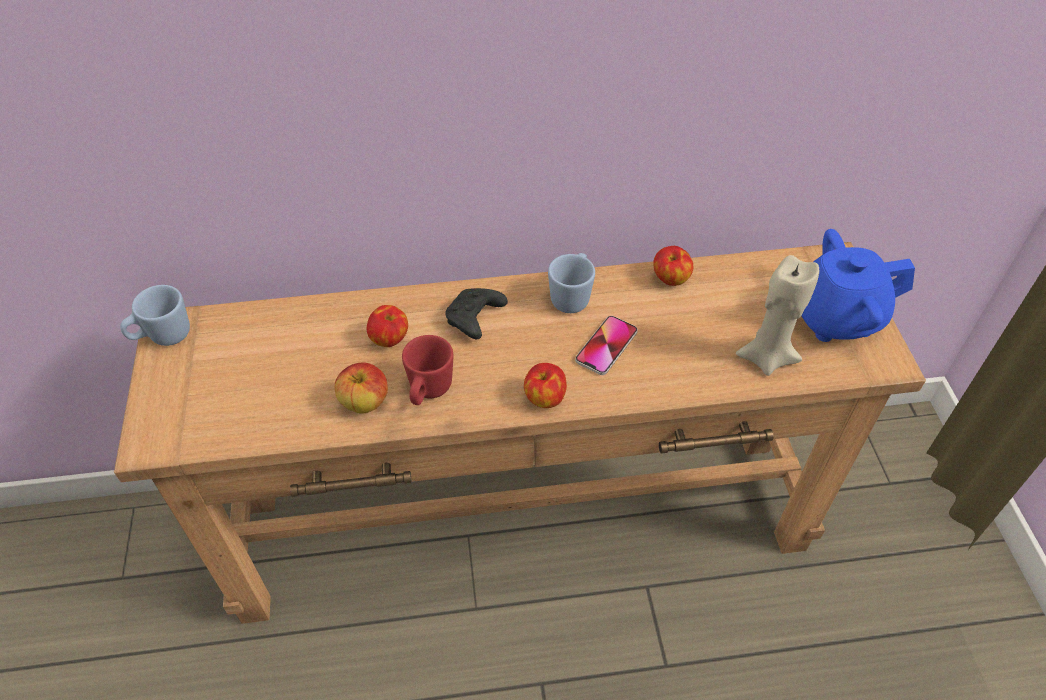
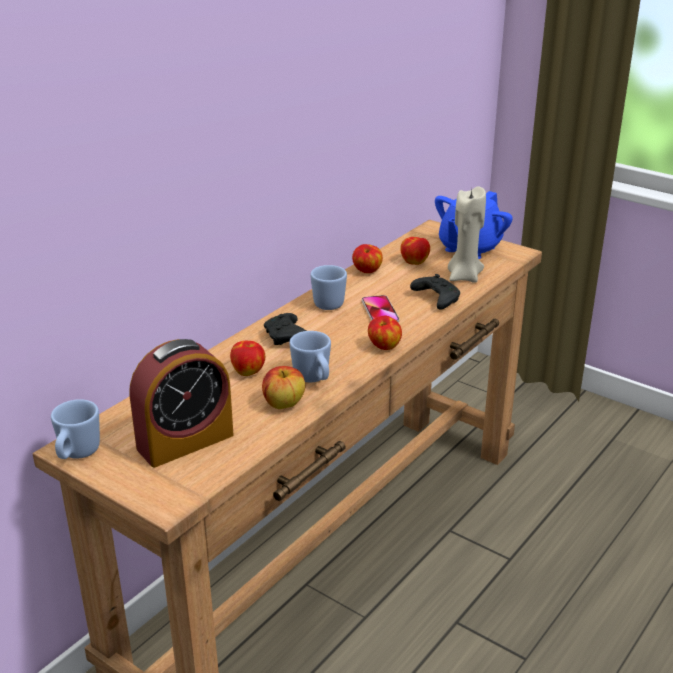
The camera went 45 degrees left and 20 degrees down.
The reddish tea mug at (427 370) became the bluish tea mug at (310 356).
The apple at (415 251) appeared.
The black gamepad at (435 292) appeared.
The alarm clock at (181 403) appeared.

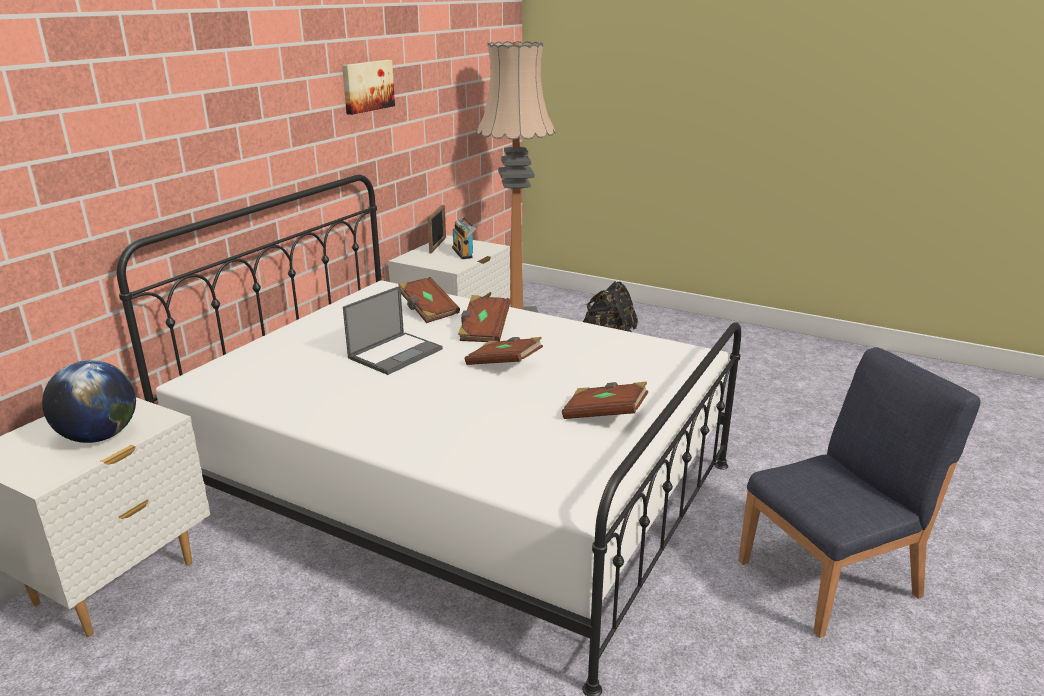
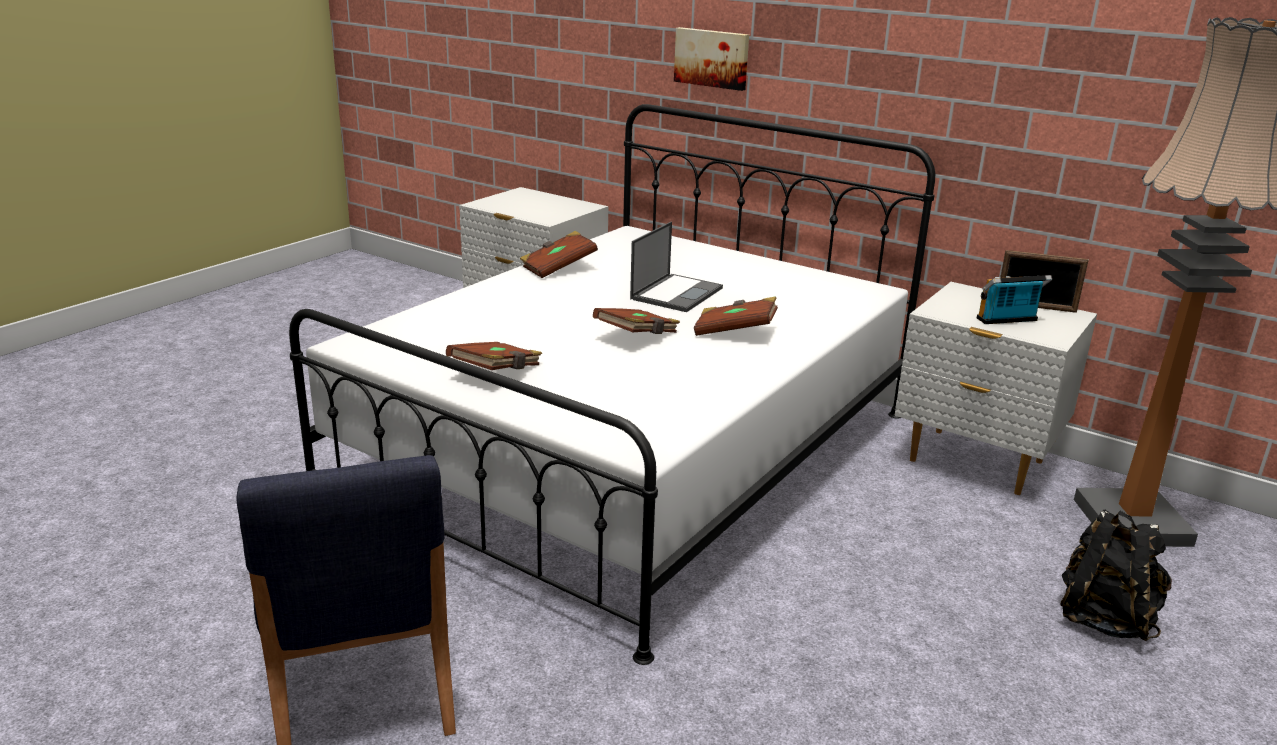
The camera went 95 degrees right and 0 degrees up.
The wall art moved from (368 87) to (711 59).
The brown bound book moved from (429 300) to (559 254).
The portable computer at (393 330) turned 105 degrees counterclockwise.
The world globe at (89 401) disappeared.

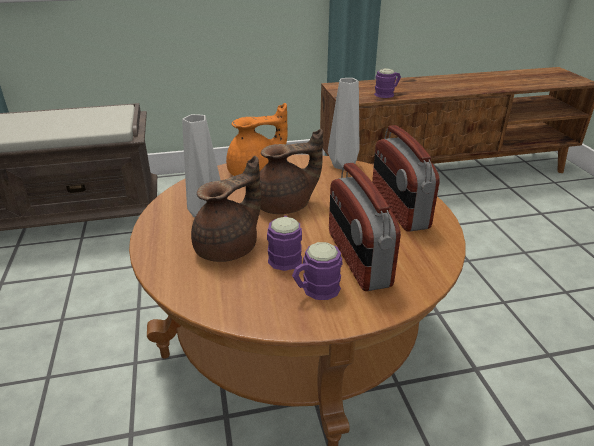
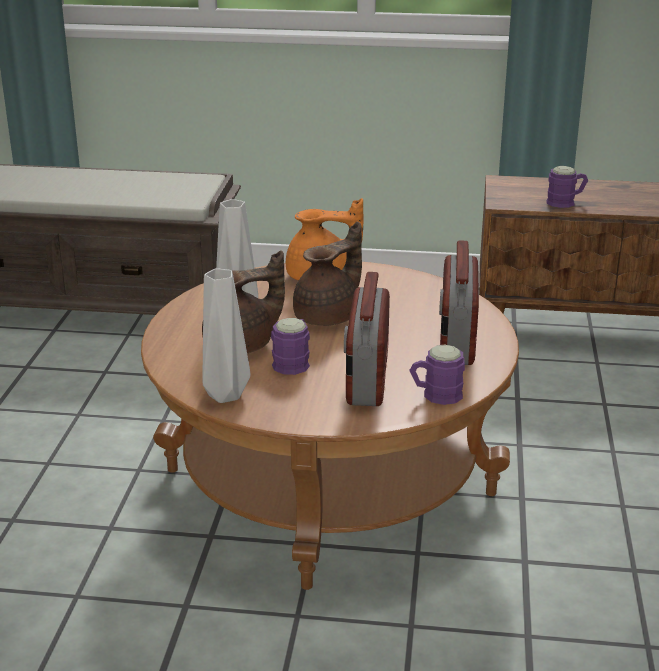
The camera went 20 degrees right and 5 degrees down.
The gray vase moved from (343 124) to (226 335).
The brown tea pot at (291 171) turned 45 degrees counterclockwise.
The purple tea mug moved from (317 271) to (437 374).

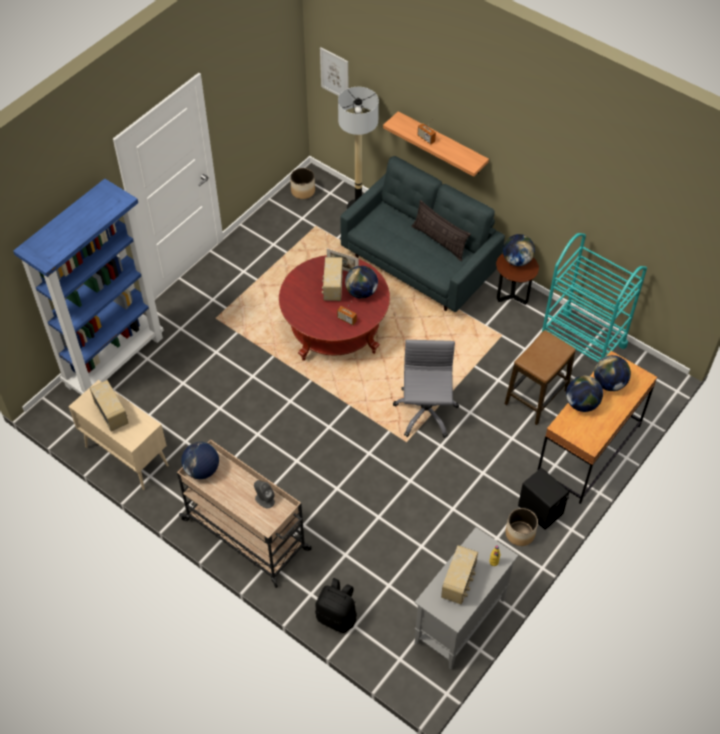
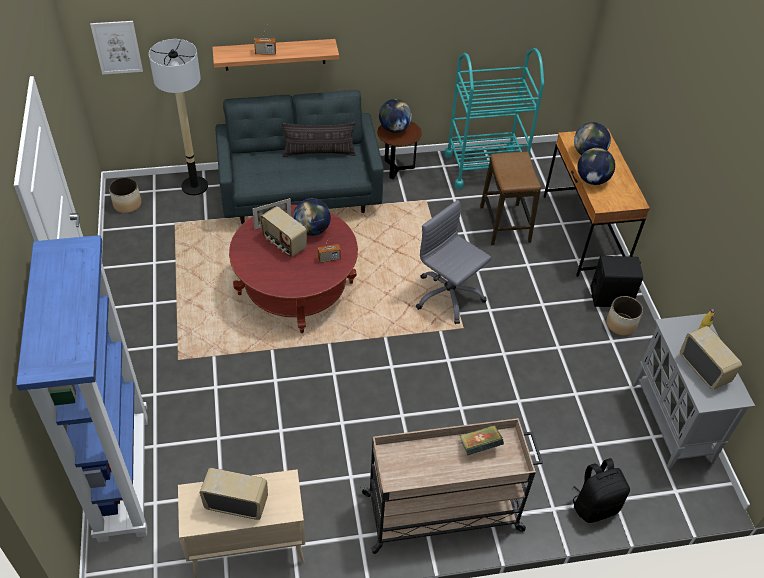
The camera went 50 degrees left and 5 degrees down.
The world globe at (200 460) disappeared.
The gray audio speaker at (264 494) was replaced by the bound book at (482 440).

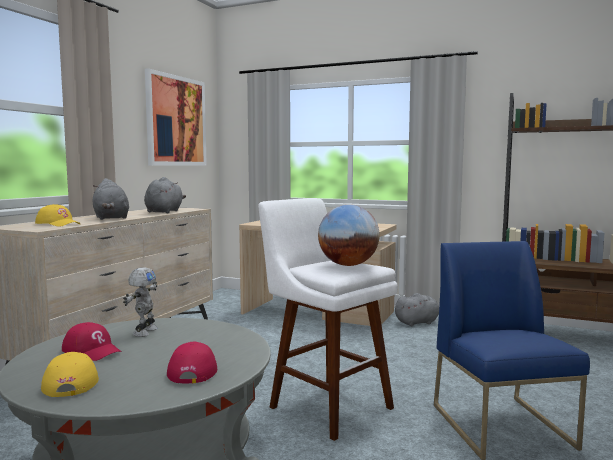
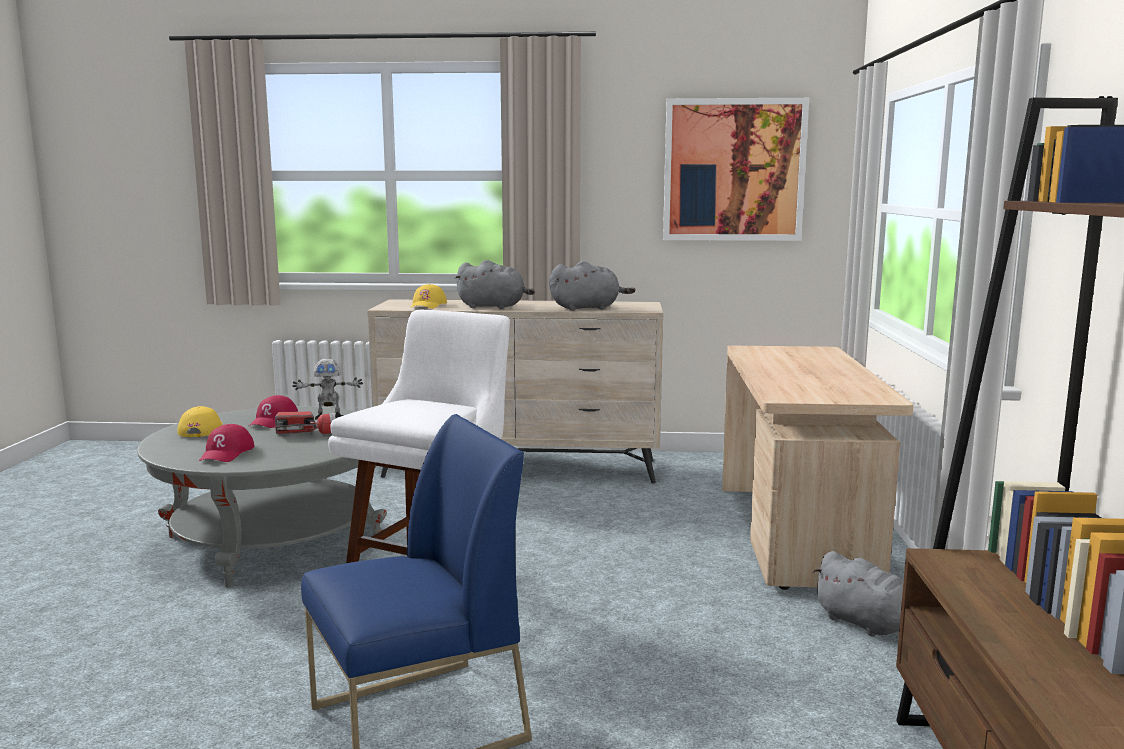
The camera went 70 degrees right and 5 degrees up.
The gray soft toy at (111 199) turned 120 degrees counterclockwise.
The world globe at (349 235) disappeared.
The reddish baseball cap at (192 362) turned 120 degrees clockwise.
The yellow baseball cap at (70 374) turned 60 degrees counterclockwise.
The hand torch at (305 422) appeared.

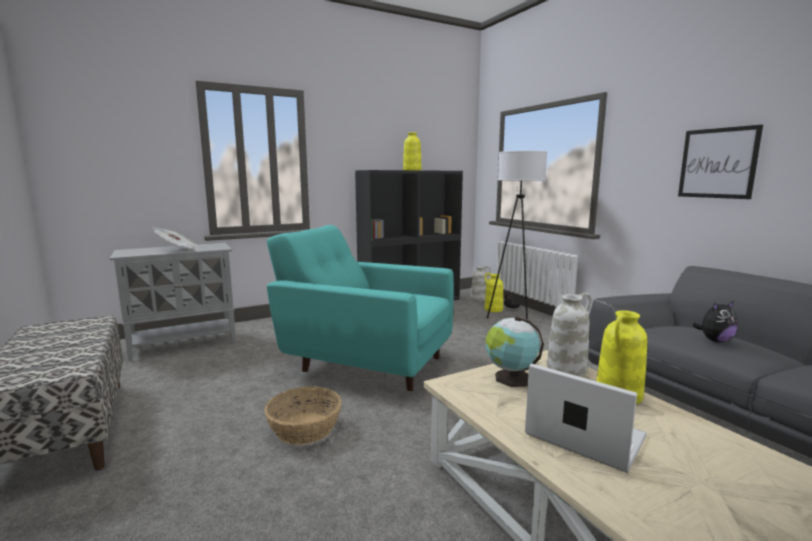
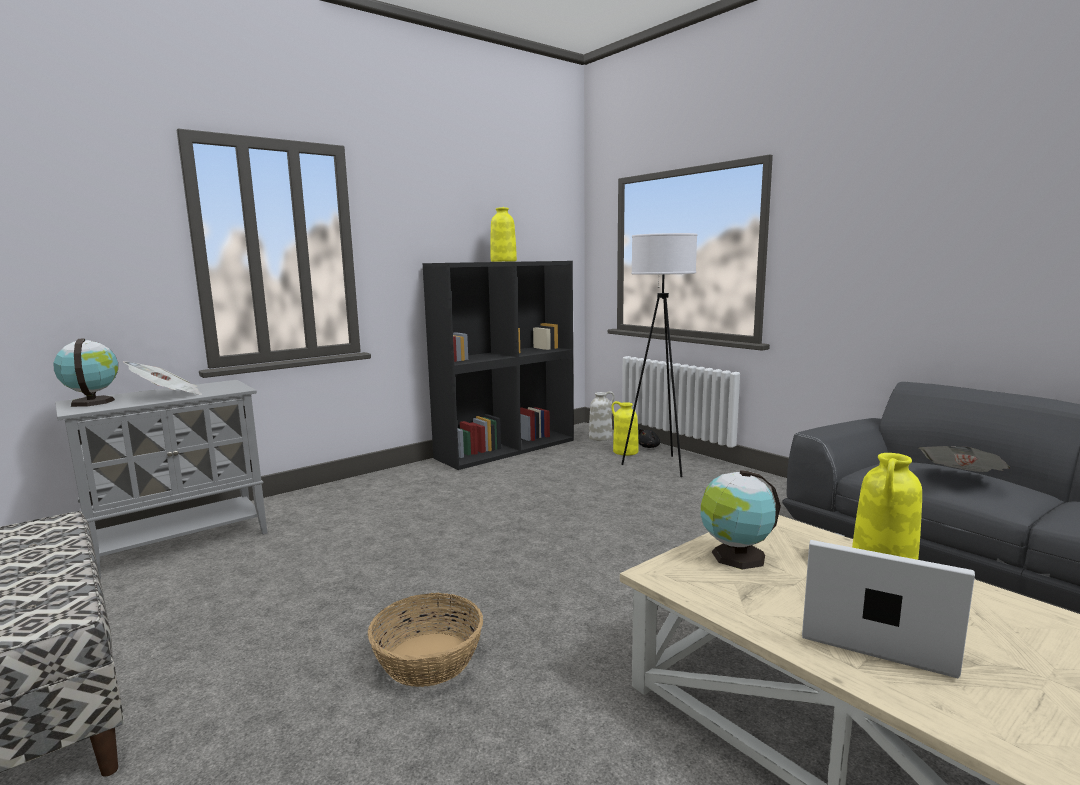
The camera went 10 degrees left and 0 degrees up.
The wall art at (720 162) disappeared.
The blue-green lounge chair at (360 308) disappeared.
The whitish vase at (569 334) disappeared.
The soft toy at (715 321) was replaced by the printed paper at (964 459).
The world globe at (86 372) appeared.

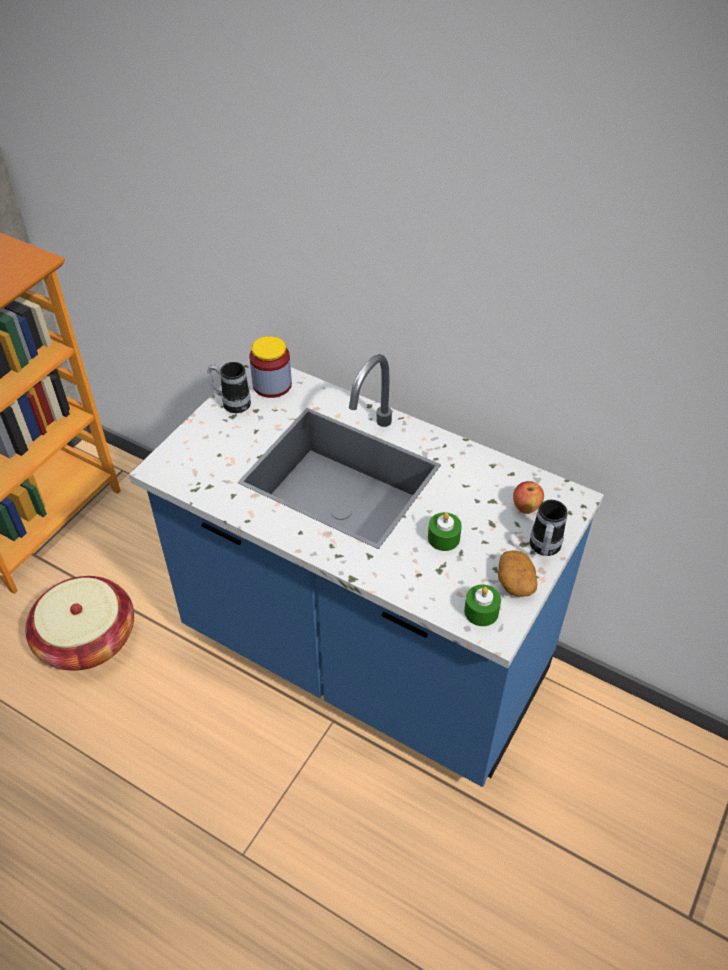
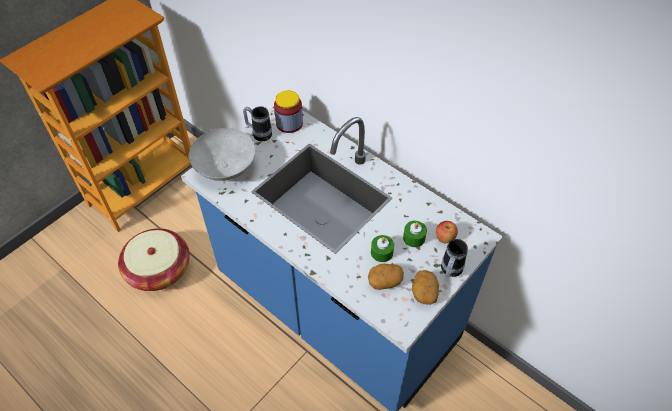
The camera went 10 degrees right and 5 degrees up.
The greenish wax light moved from (482 605) to (415 234).
The gray bowl at (222 154) appeared.
The whole potato at (386 277) appeared.

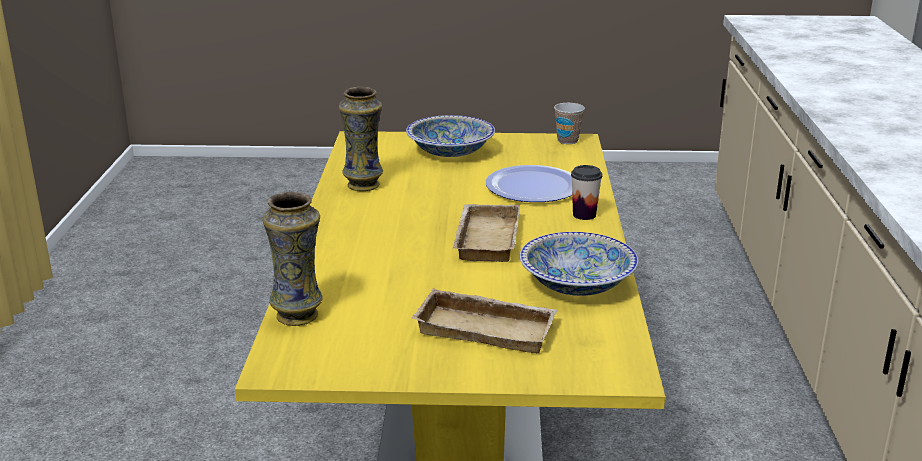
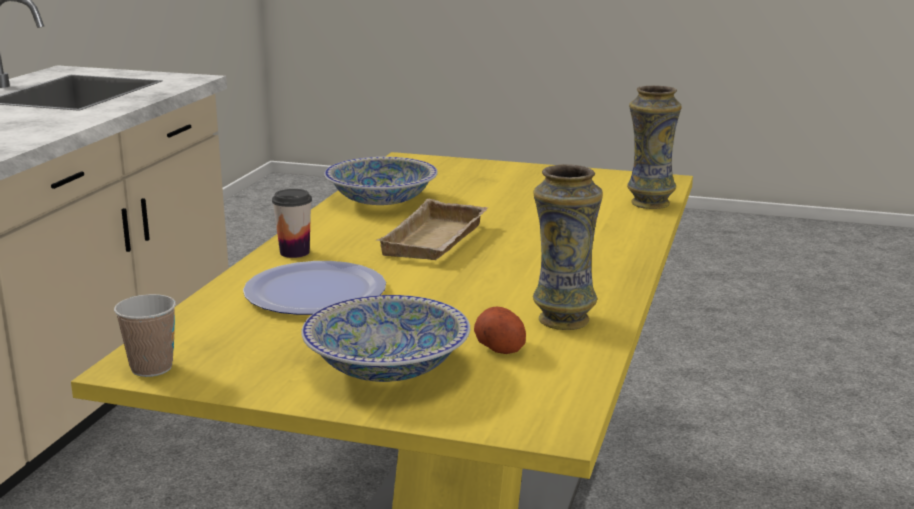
The camera went 165 degrees left and 5 degrees down.
The sand-coloured carrying tray at (485 321) disappeared.
The whole potato at (500 330) appeared.

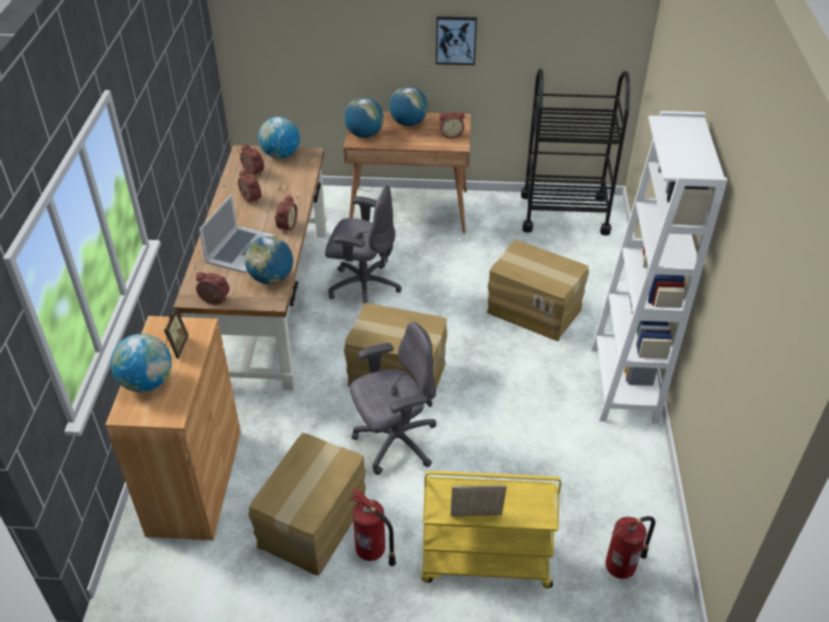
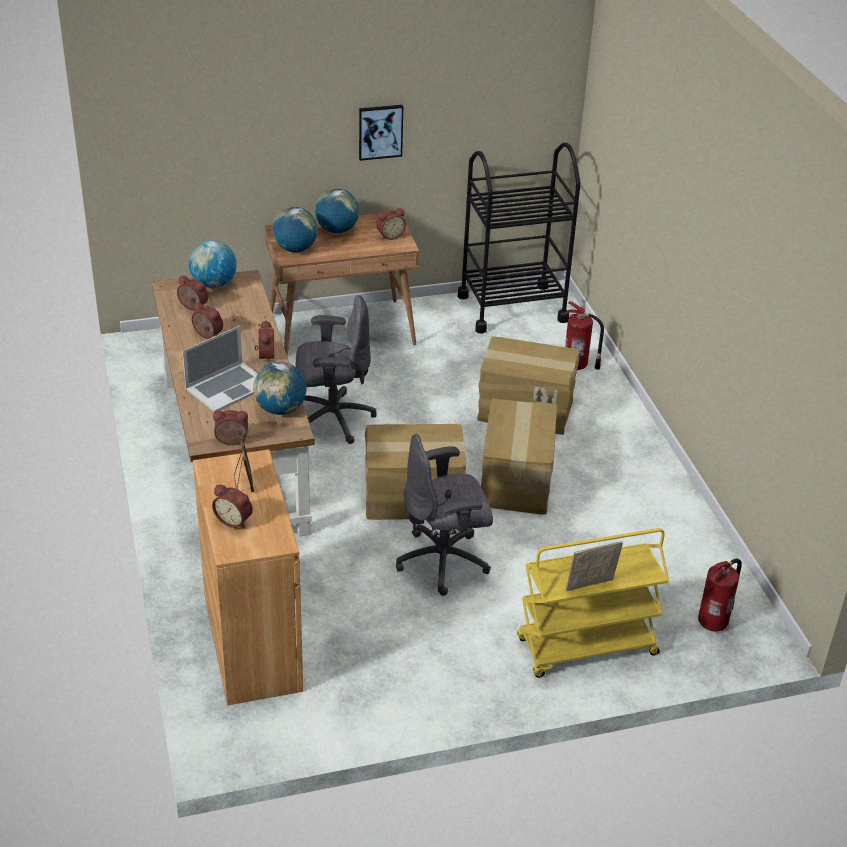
The camera went 20 degrees left and 5 degrees down.
The whitish bookcase at (659 267) disappeared.
The portable computer at (237 233) turned 45 degrees clockwise.
The gray office chair at (393 398) turned 150 degrees counterclockwise.
The world globe at (141 363) was replaced by the alarm clock at (232 506).
The packing box moved from (307 504) to (519 456).
The extinguisher moved from (373 527) to (584 335).

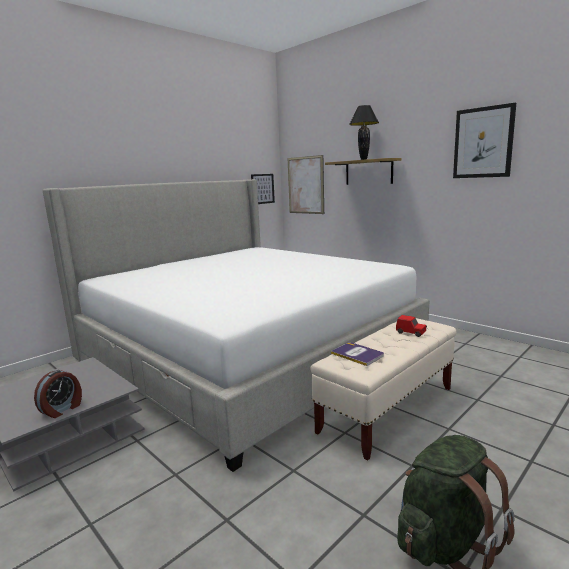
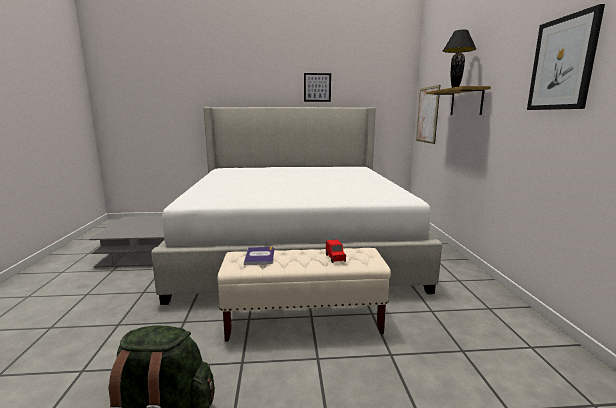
The camera went 40 degrees right and 0 degrees up.
The wall art moved from (263 189) to (317 87).
The alarm clock at (58 394) disappeared.

